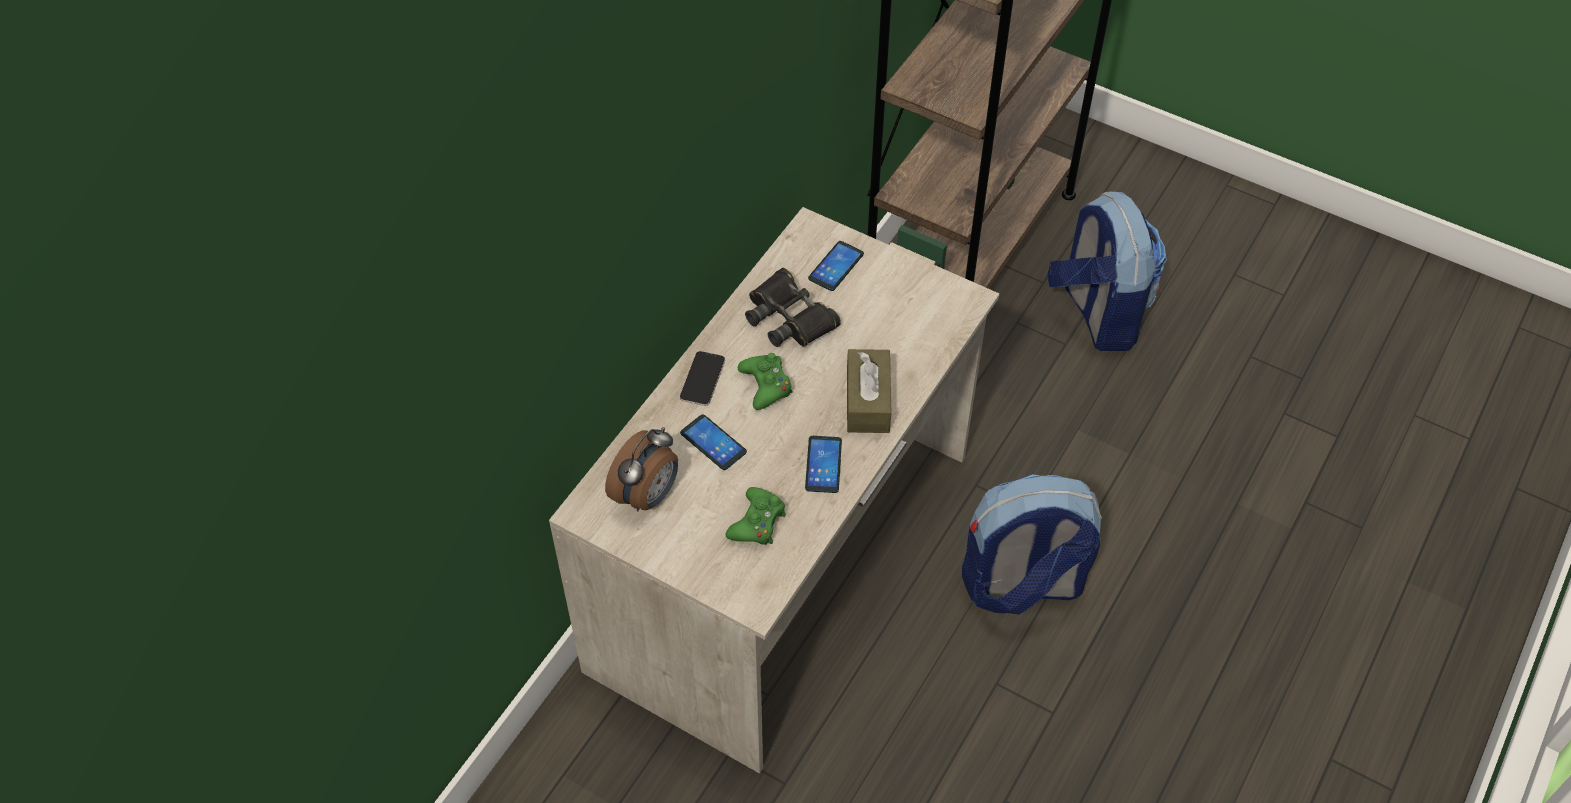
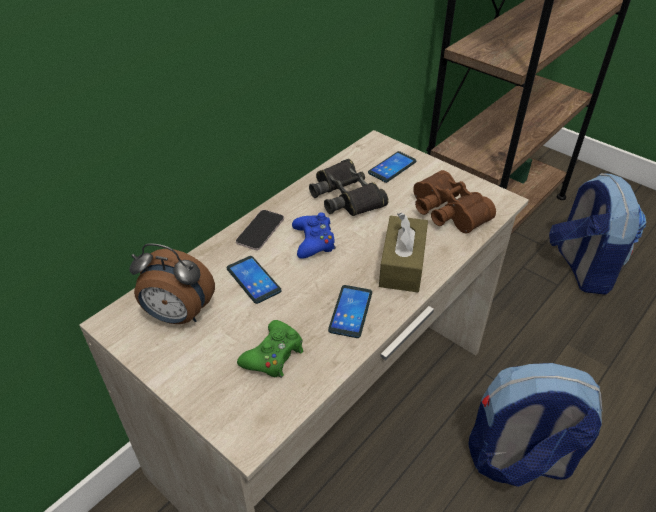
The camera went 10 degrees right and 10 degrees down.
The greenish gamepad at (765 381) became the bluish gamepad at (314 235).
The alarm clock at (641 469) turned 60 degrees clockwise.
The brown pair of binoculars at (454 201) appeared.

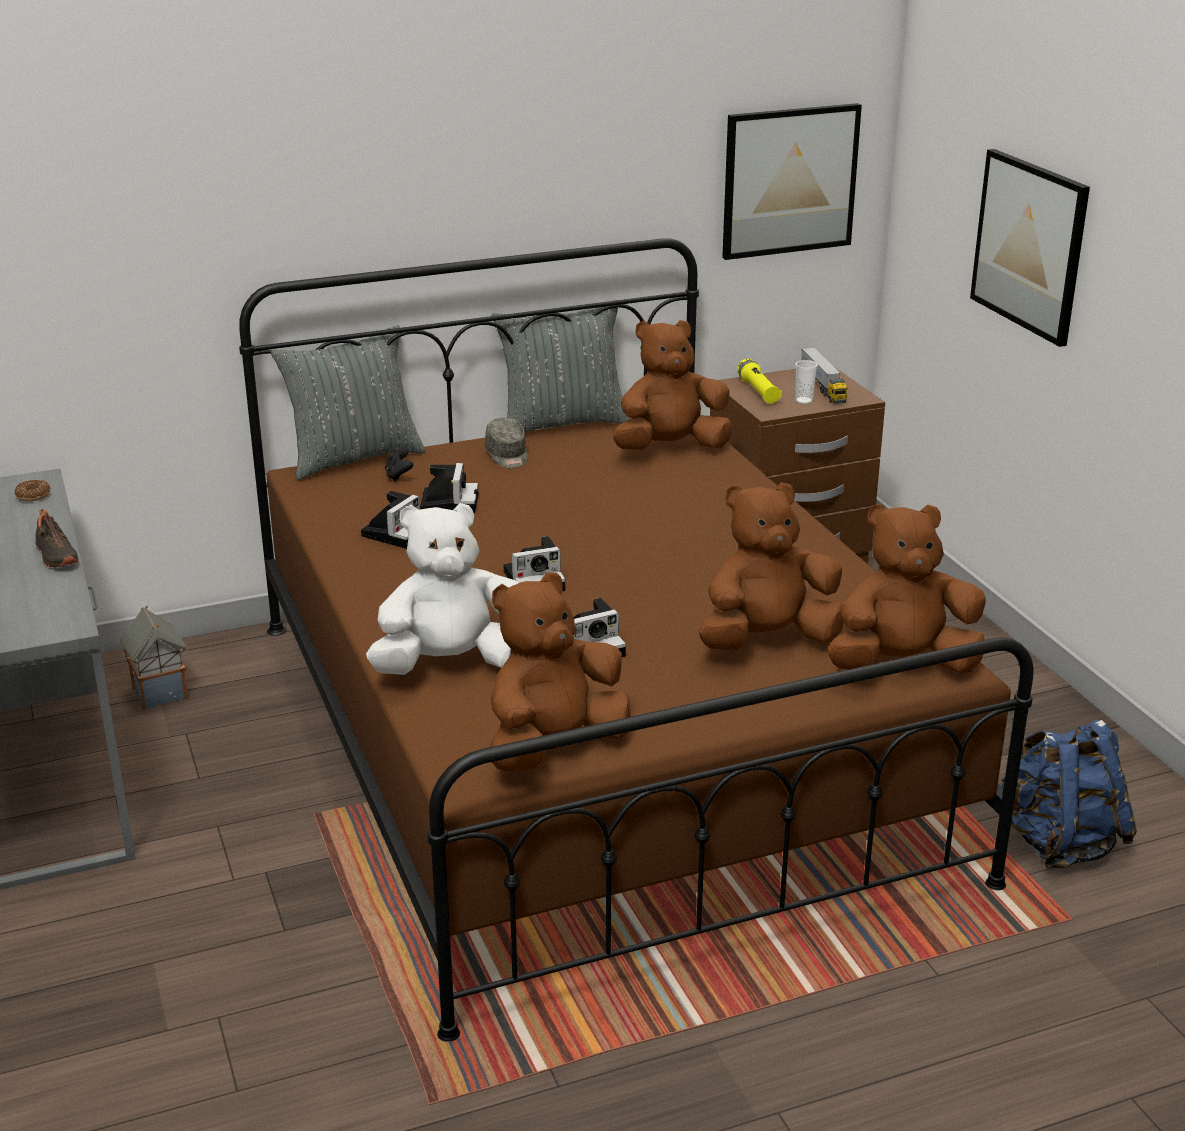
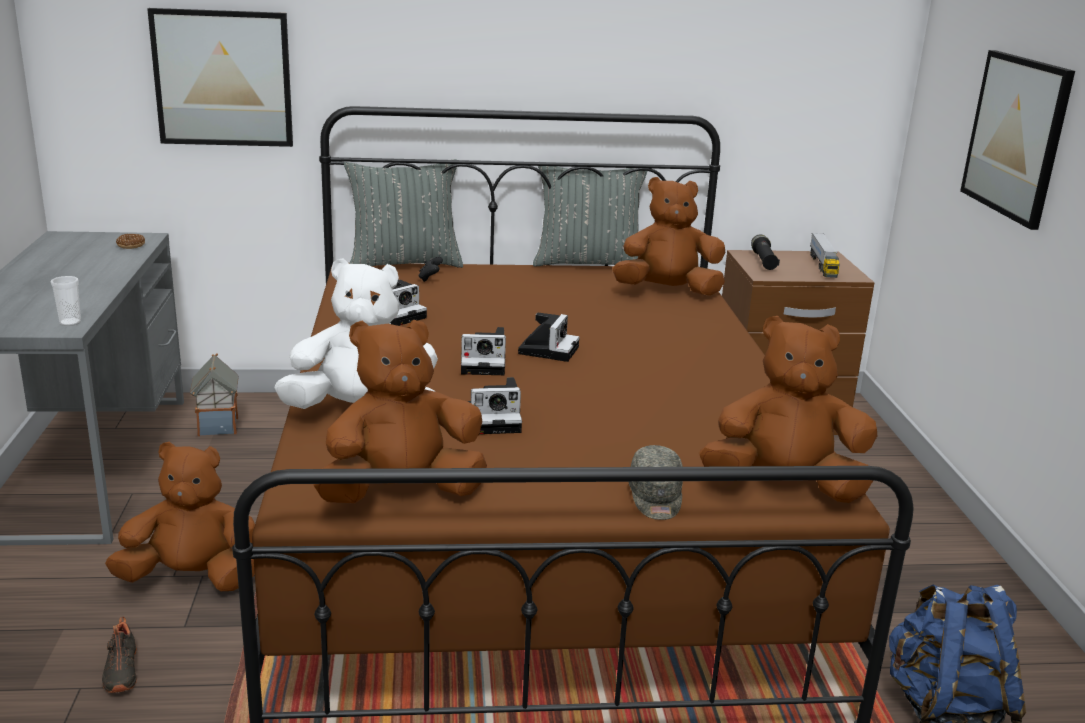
The camera went 15 degrees right and 5 degrees down.
The wall art moved from (792 181) to (220 77).
The yellow hand torch at (759 381) became the black hand torch at (765 252).
The small cup moved from (806 382) to (66 301).
The gray baseball cap moved from (506 443) to (656 482).
The photo camera moved from (449 488) to (549 337).
The brown soft toy moved from (771 566) to (180 516).
The black item of footwear moved from (57 538) to (119 655).

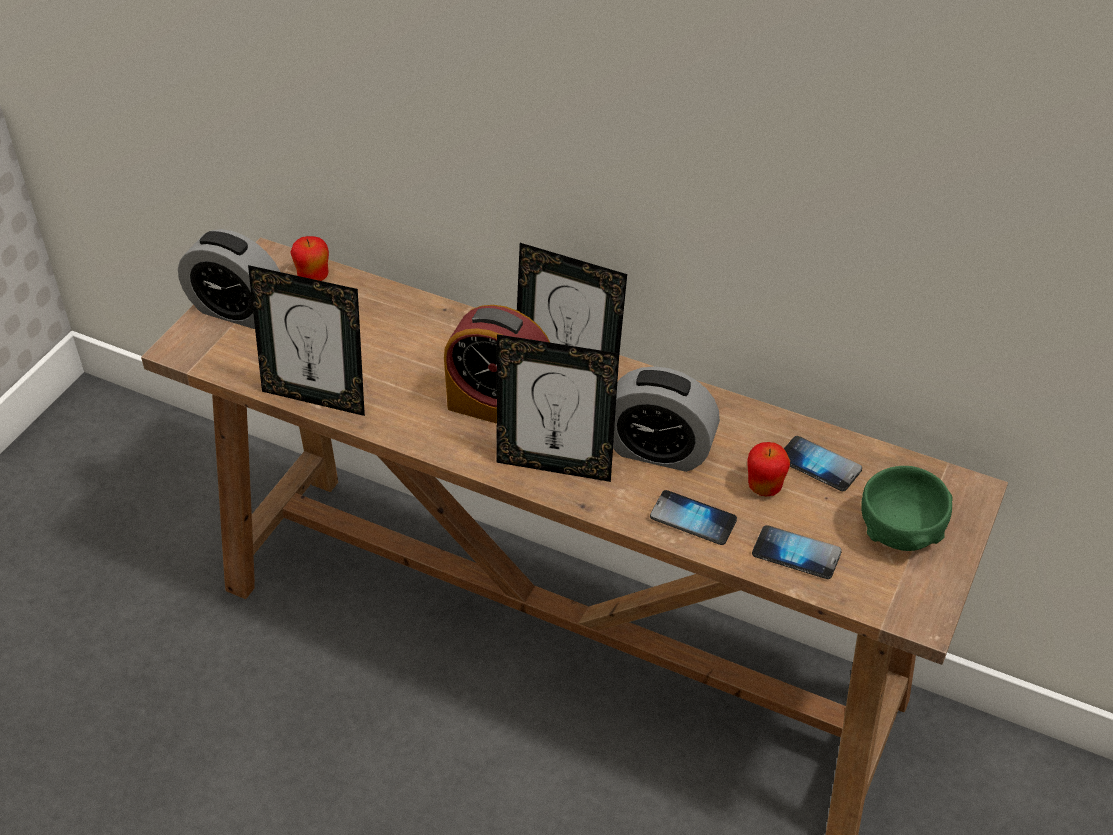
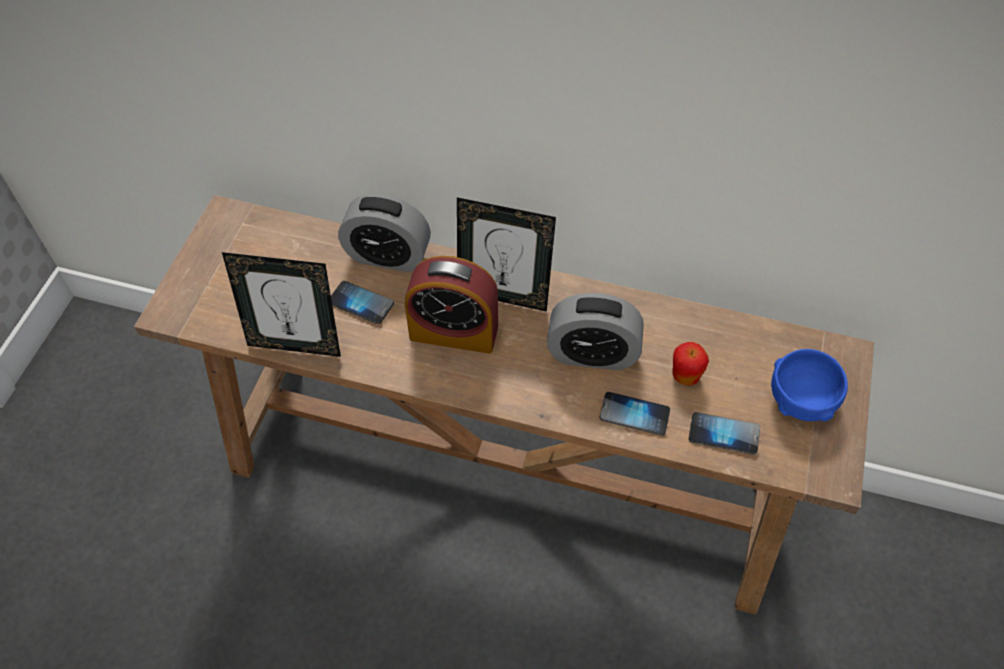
The camera went 10 degrees left and 10 degrees up.
The alarm clock moved from (229 279) to (384 232).
The apple at (309 258) disappeared.
The picture frame at (558 408) disappeared.
The handset moved from (823 463) to (362 302).
The greenish bowl at (907 508) became the bluish bowl at (809 385).

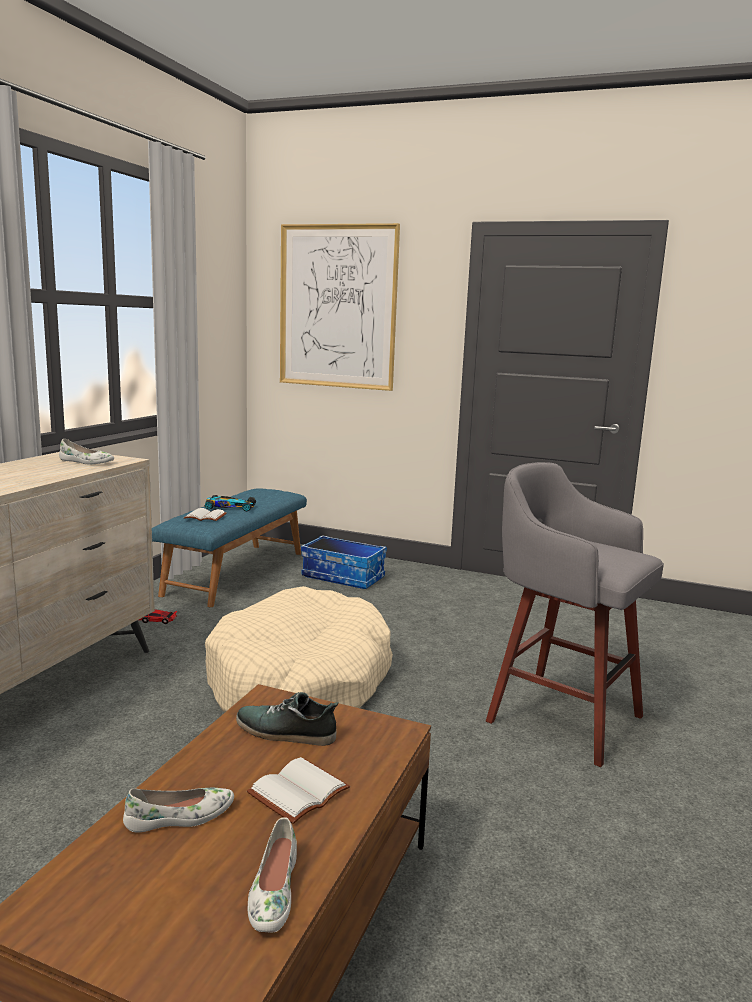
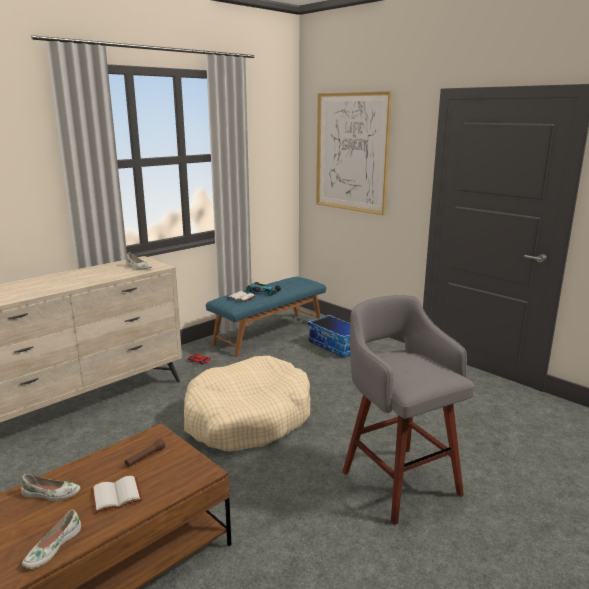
The camera went 25 degrees right and 5 degrees up.
The item of footwear at (287 719) was replaced by the brown hand torch at (145 453).

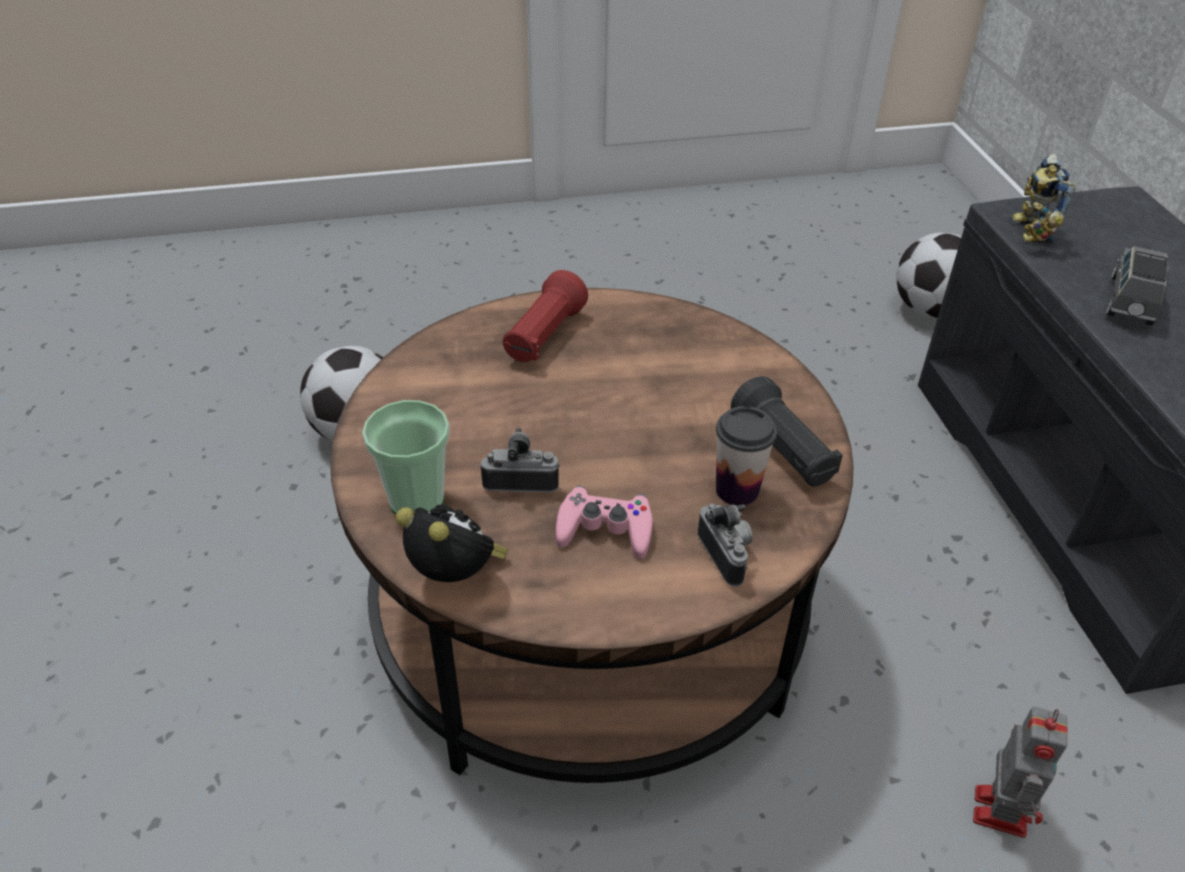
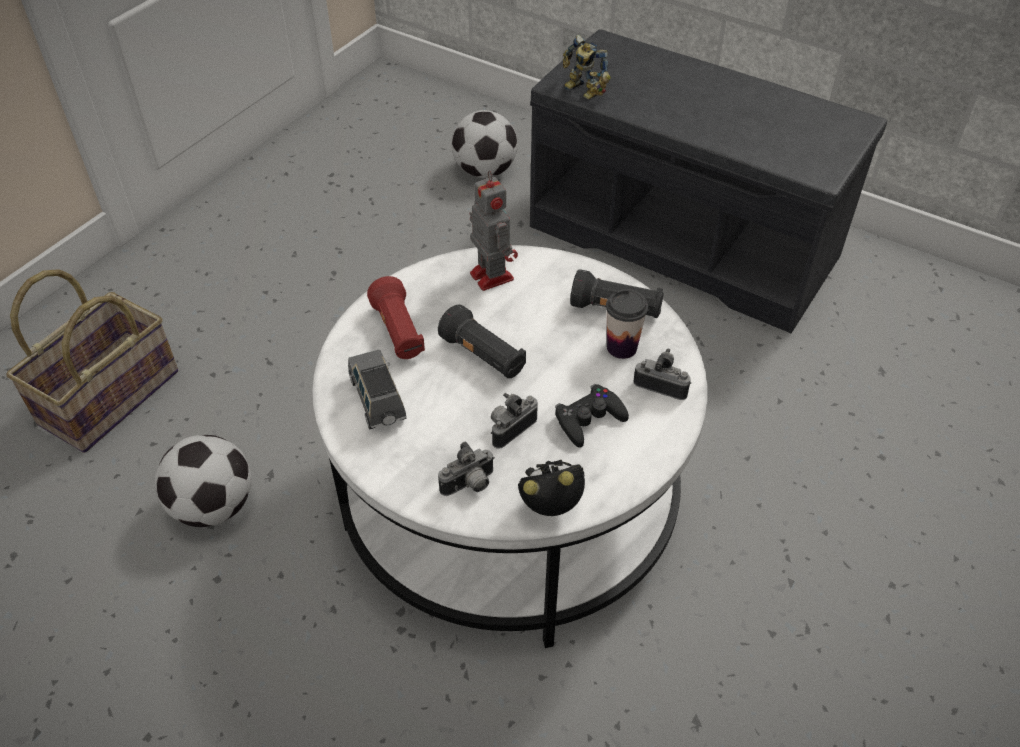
The camera went 45 degrees left and 5 degrees up.
The gray miniature car moved from (1138 286) to (377 389).
The brown low table at (592 535) became the whitish low table at (510 446).
The small cup at (406 457) was replaced by the photo camera at (466 469).
The pinkish gamepad at (604 522) became the black gamepad at (592 416).
The model robot moved from (1020 772) to (494 231).
The household basket at (92 361) appeared.
The black hand torch at (482 341) appeared.

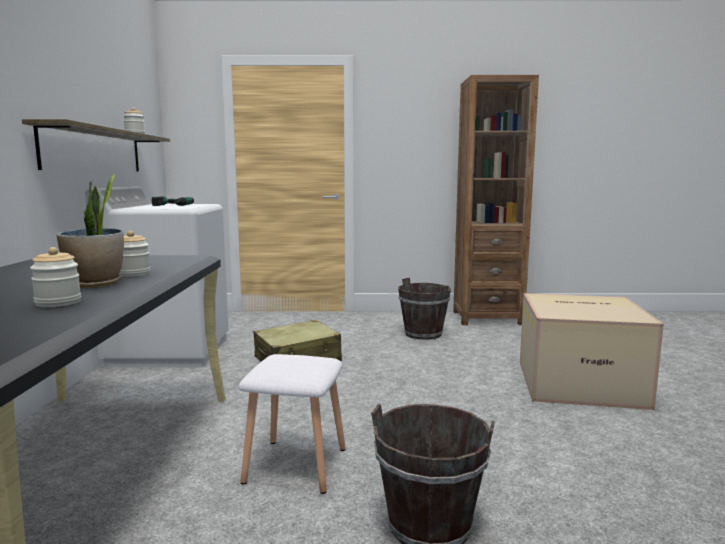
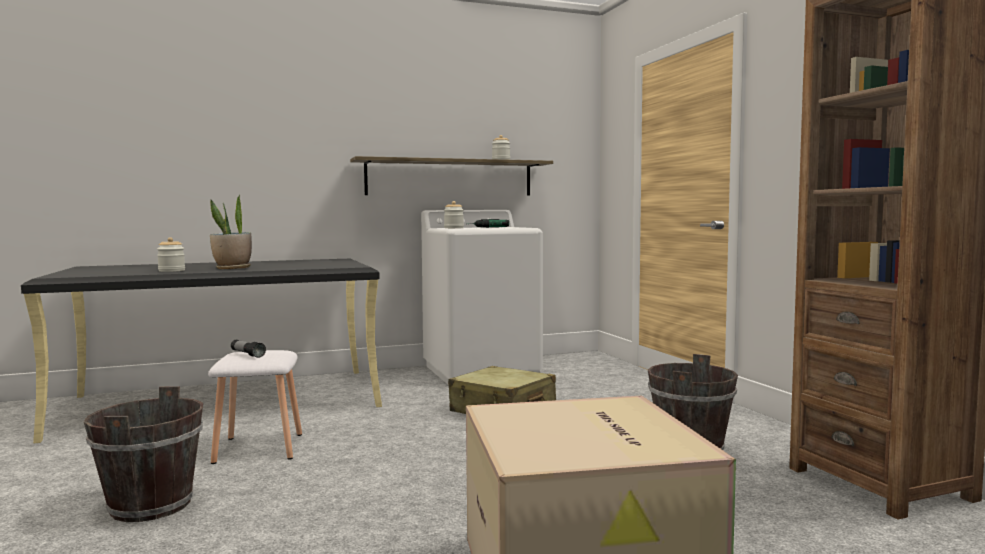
The camera went 70 degrees right and 5 degrees down.
The preserve jar moved from (135 254) to (454 214).
The hand torch at (248 349) appeared.

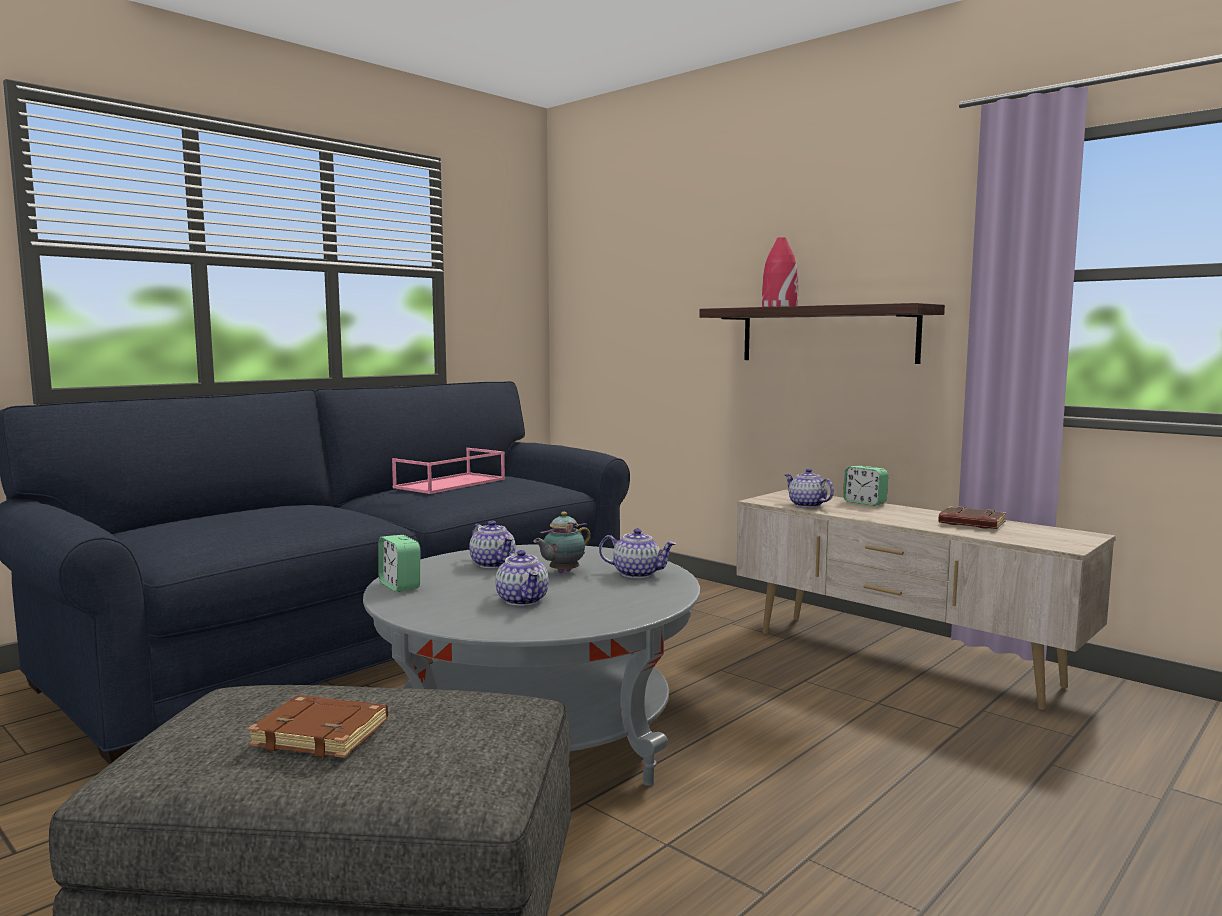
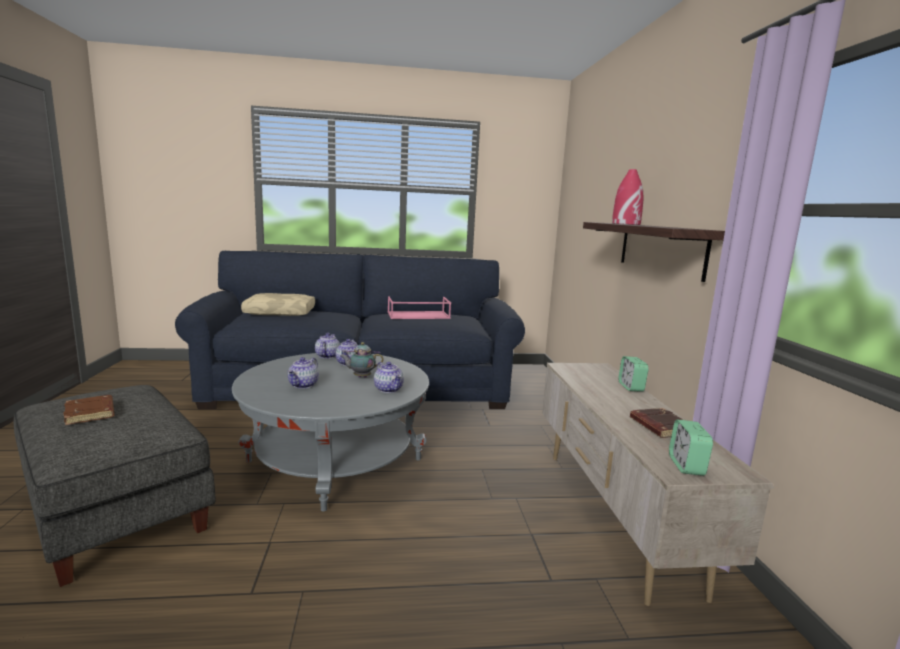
The camera went 40 degrees right and 5 degrees up.
The tea pot moved from (809 488) to (327 346).
The alarm clock moved from (399 563) to (691 448).
The sand-coloured throw pillow at (278 304) appeared.

